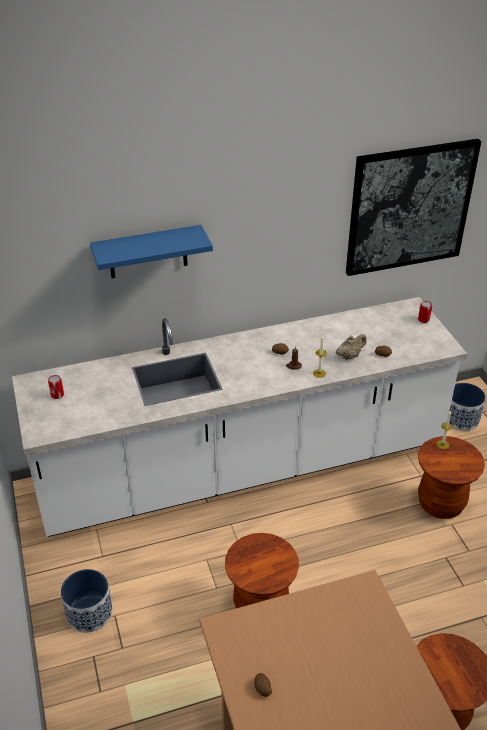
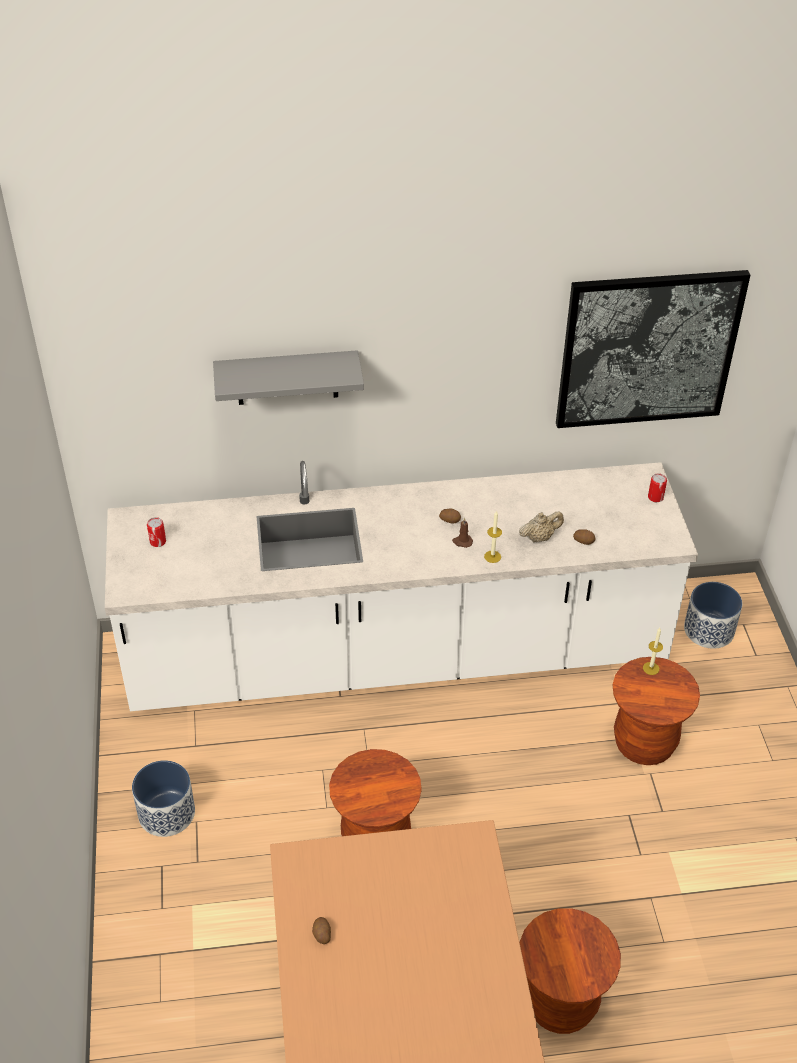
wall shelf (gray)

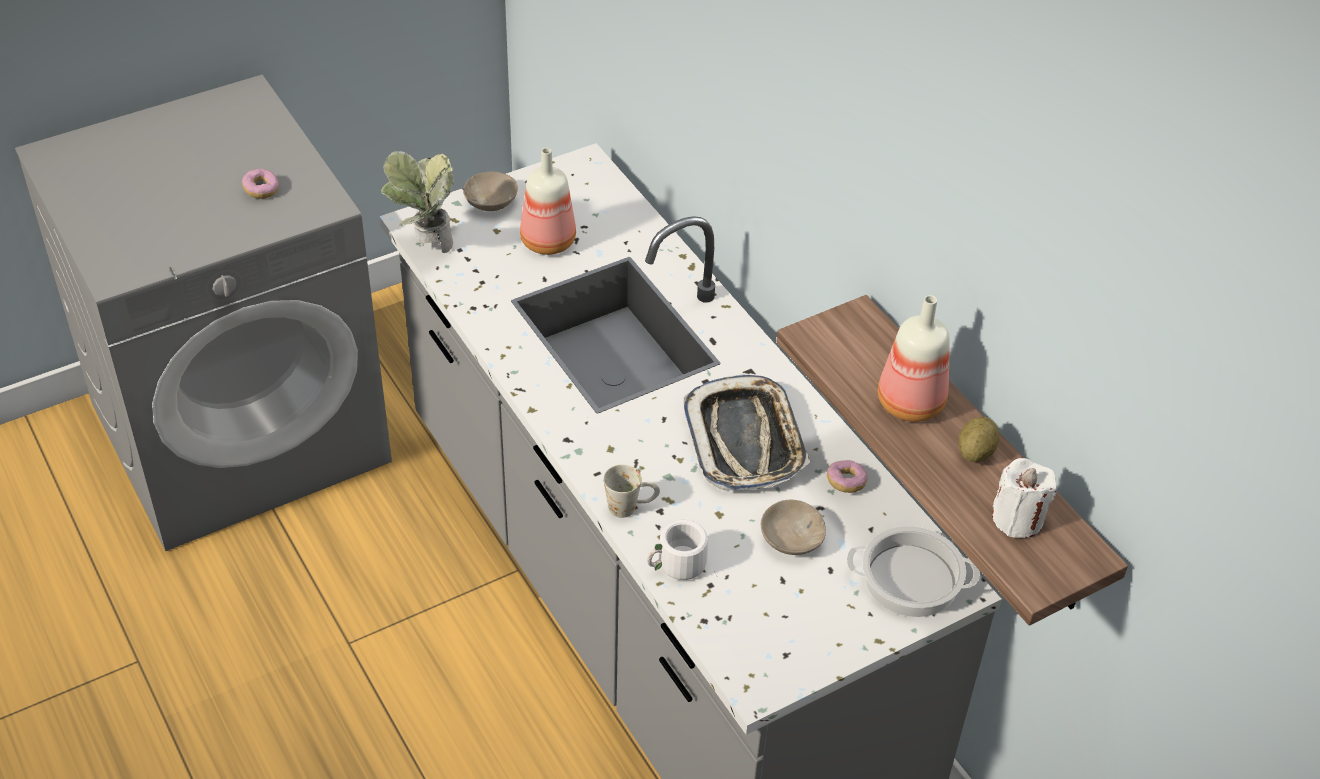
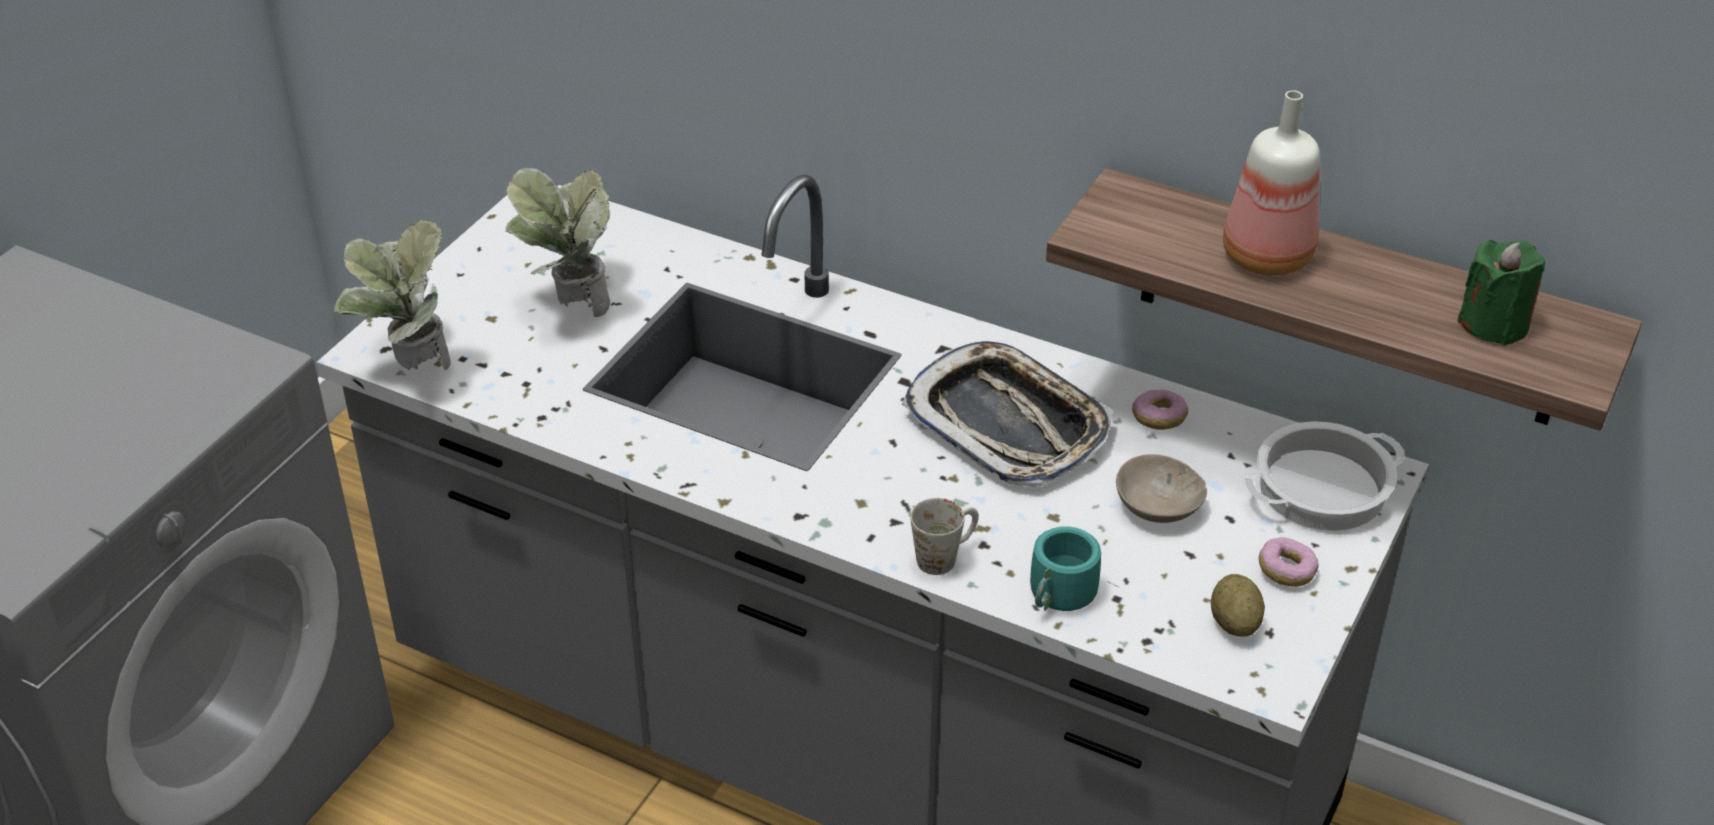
doughnut (2nd from left); deep dish (sand-coloured) (1st from left in the first image); houseplant (2nd from left); coffee mug (turquoise-coloured); whole potato; candle (green)

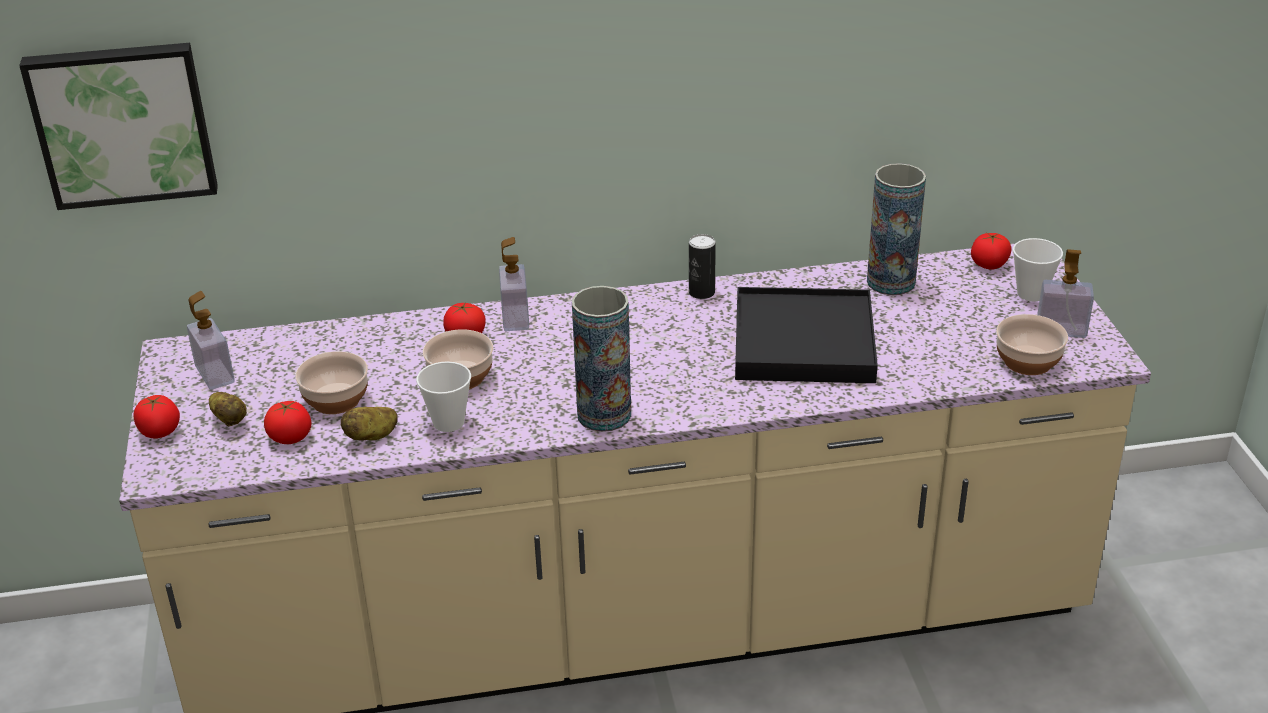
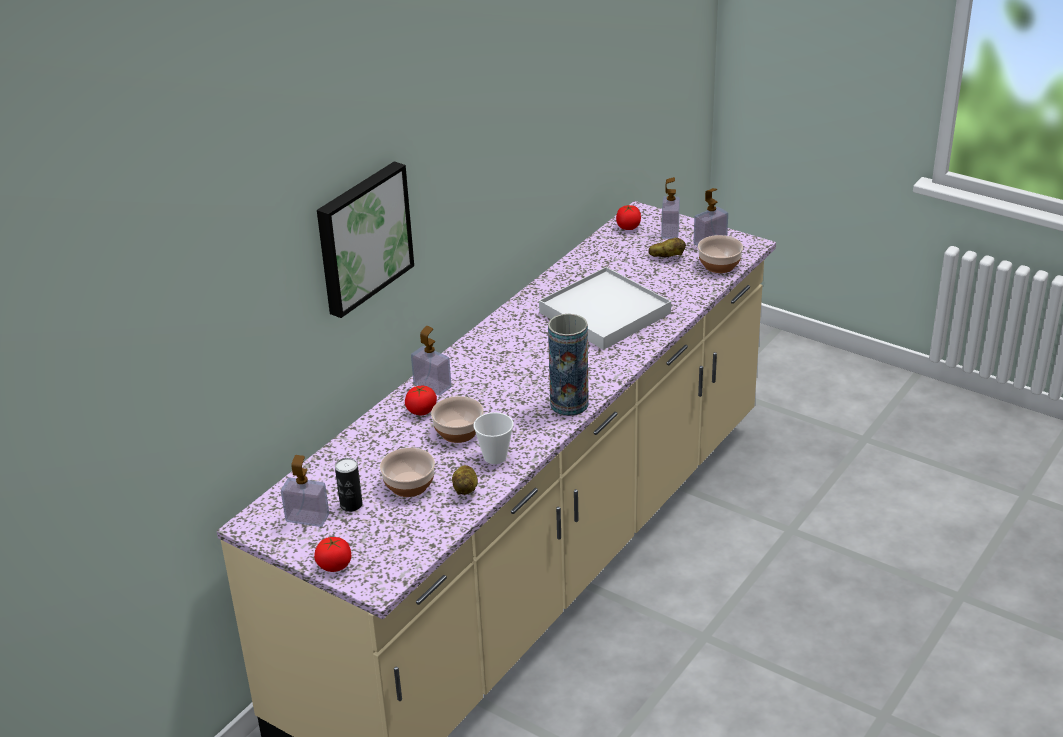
picture; whole potato (2nd from left); tomato (2nd from left in the first image); can; serving tray (white-coloured); decorative vase (2nd from left in the first image); liquid soap bottle (3rd from left)

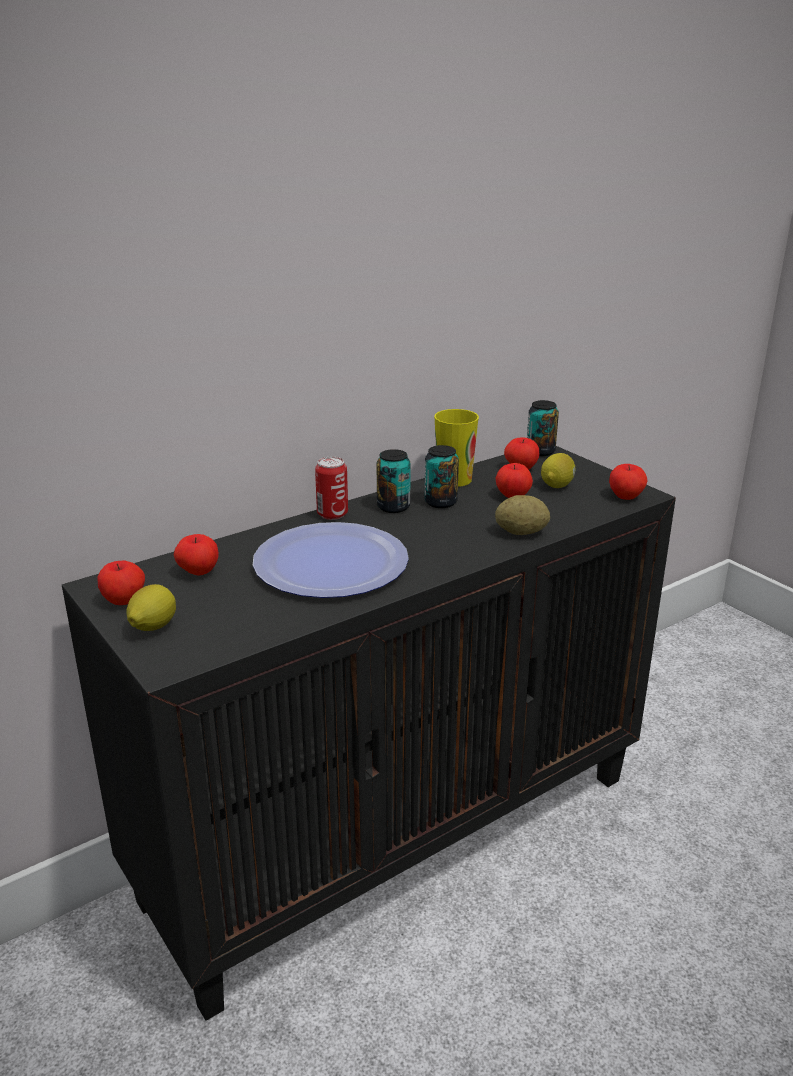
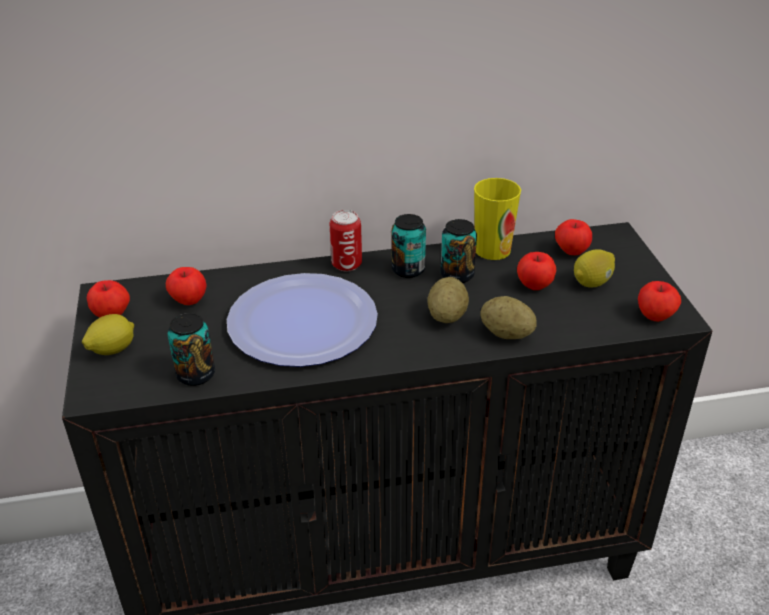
can (1st from left); whole potato (1st from left)

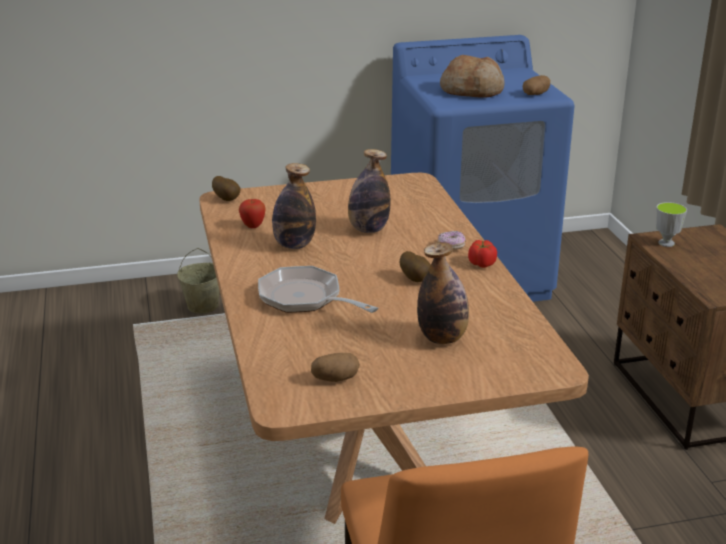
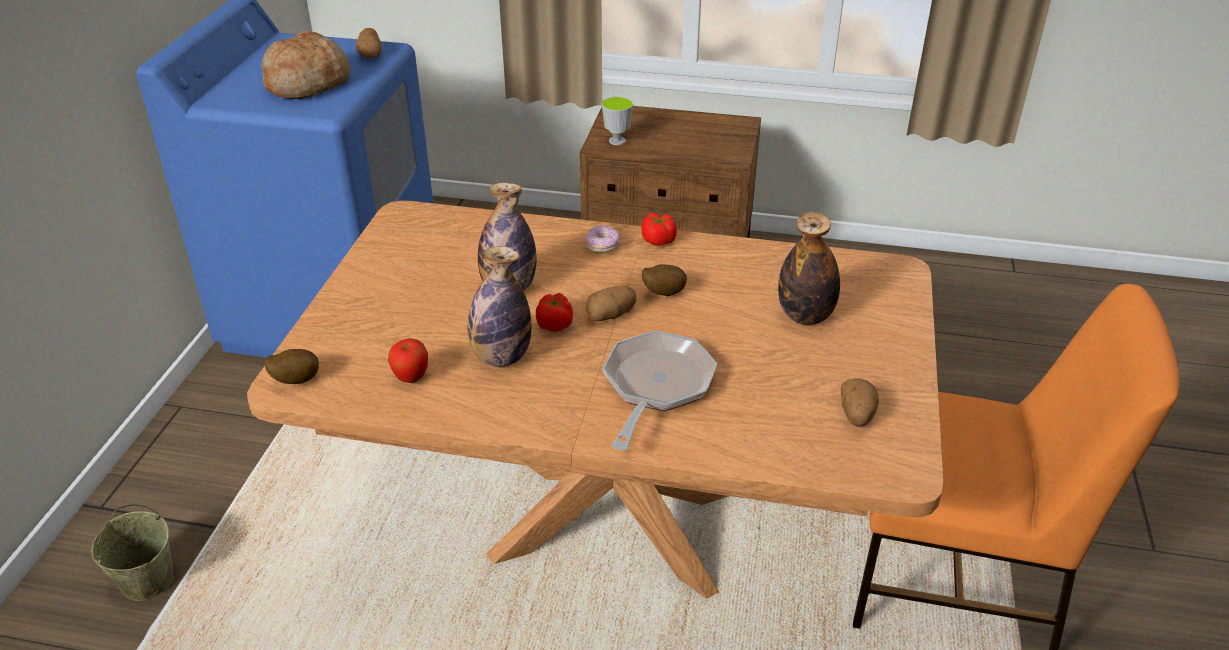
pan; tomato (1st from left); whole potato (3rd from left)

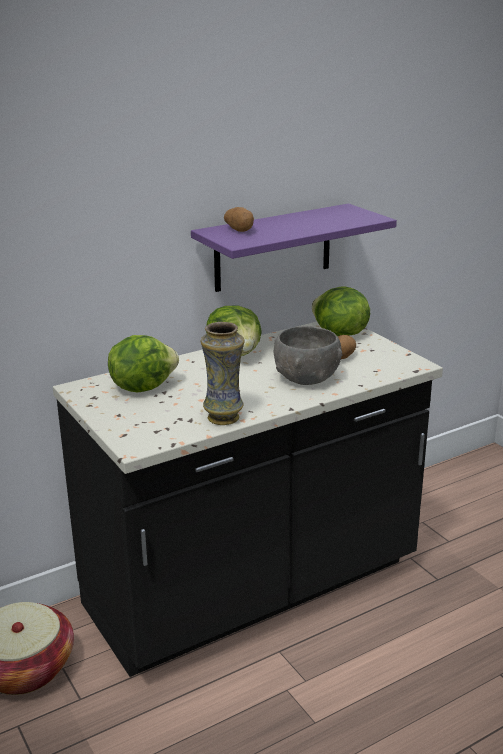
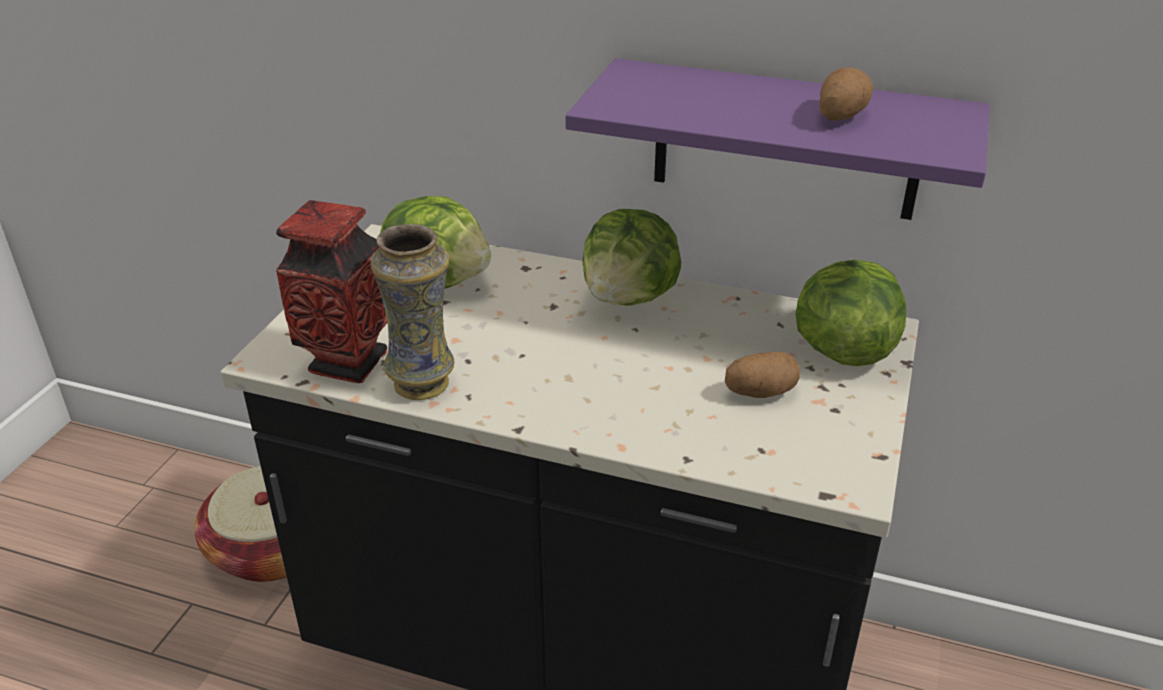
whole potato (2nd from left); deep dish (gray); decorative vase (1st from left)

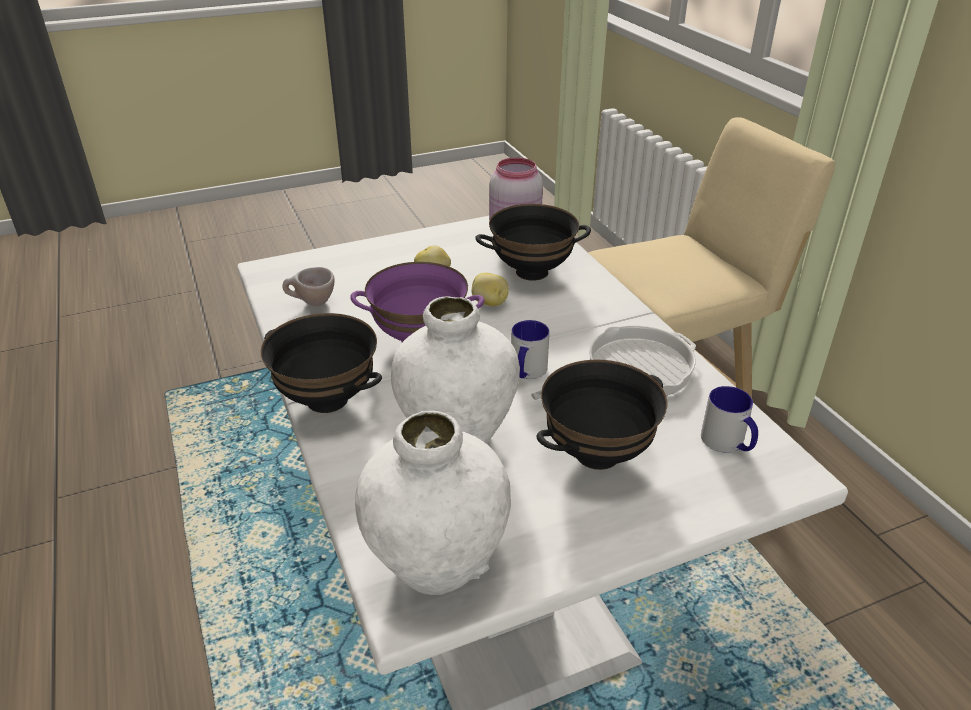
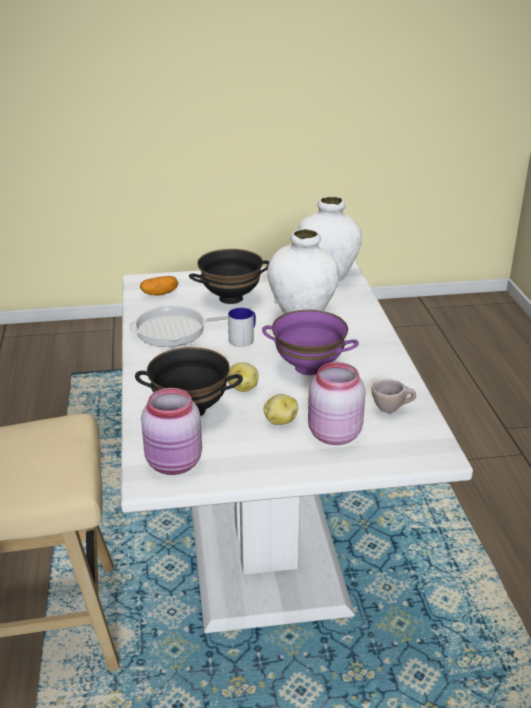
deep dish (blackish) (1st from left in the first image); whole potato (1st from left); preserve jar (pinkish) (2nd from left)

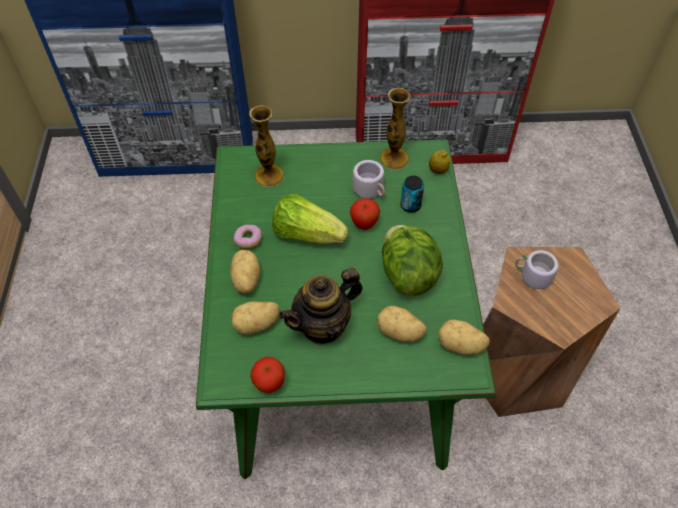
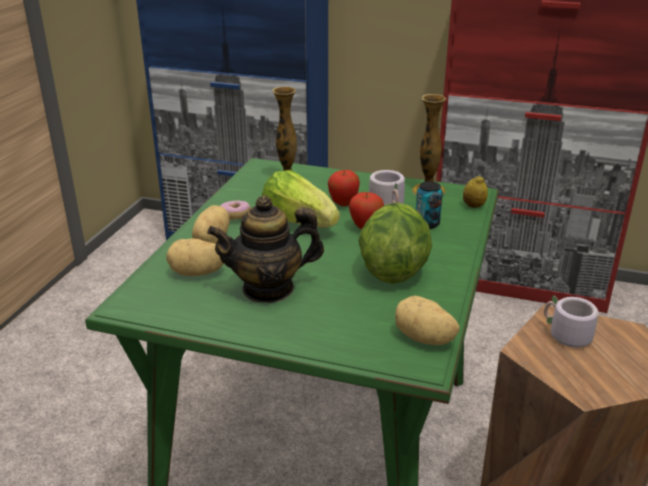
apple fruit (1st from left); whole potato (3rd from left in the first image)

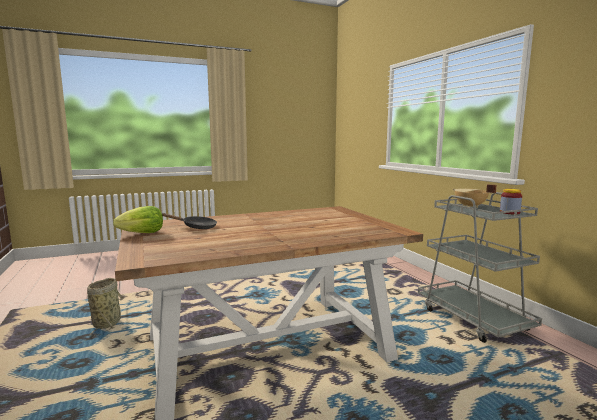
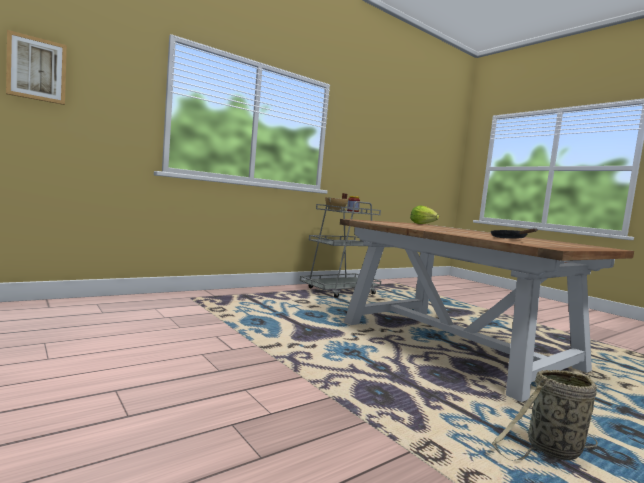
lettuce head; picture

